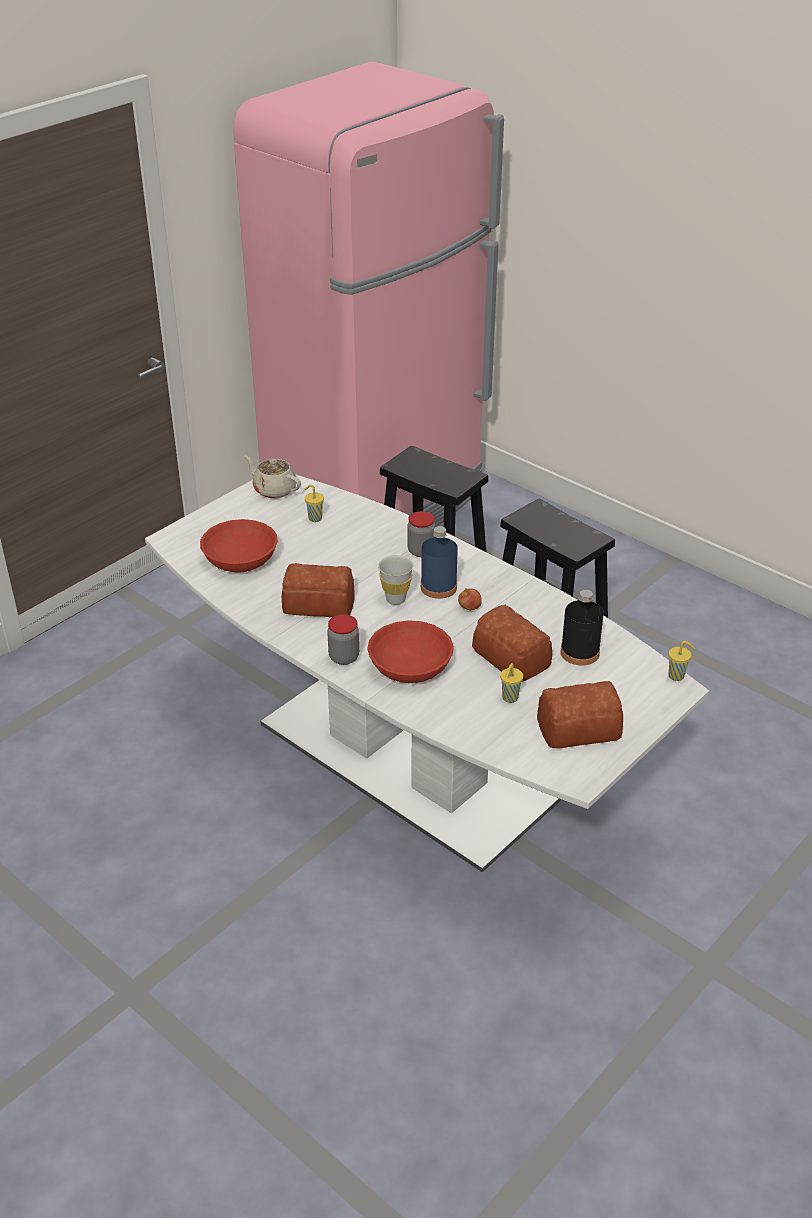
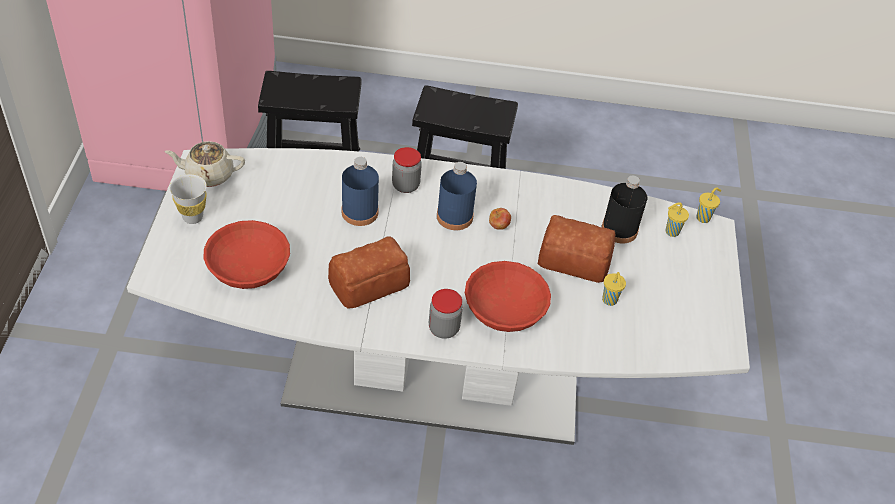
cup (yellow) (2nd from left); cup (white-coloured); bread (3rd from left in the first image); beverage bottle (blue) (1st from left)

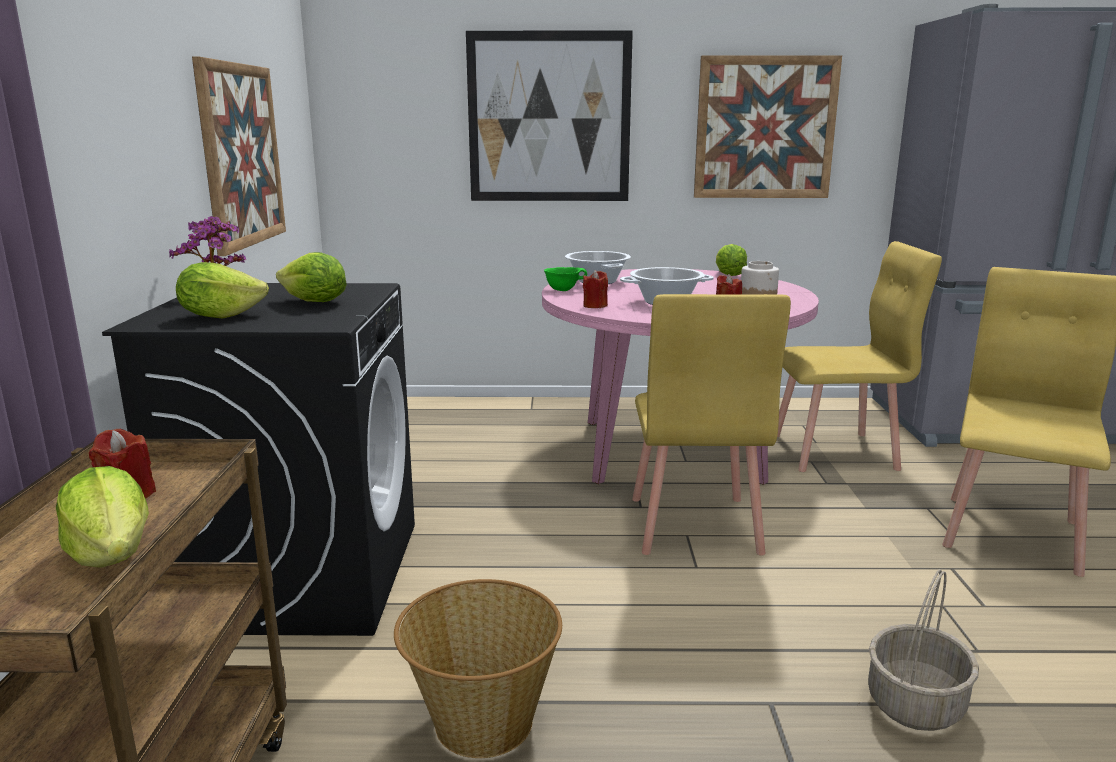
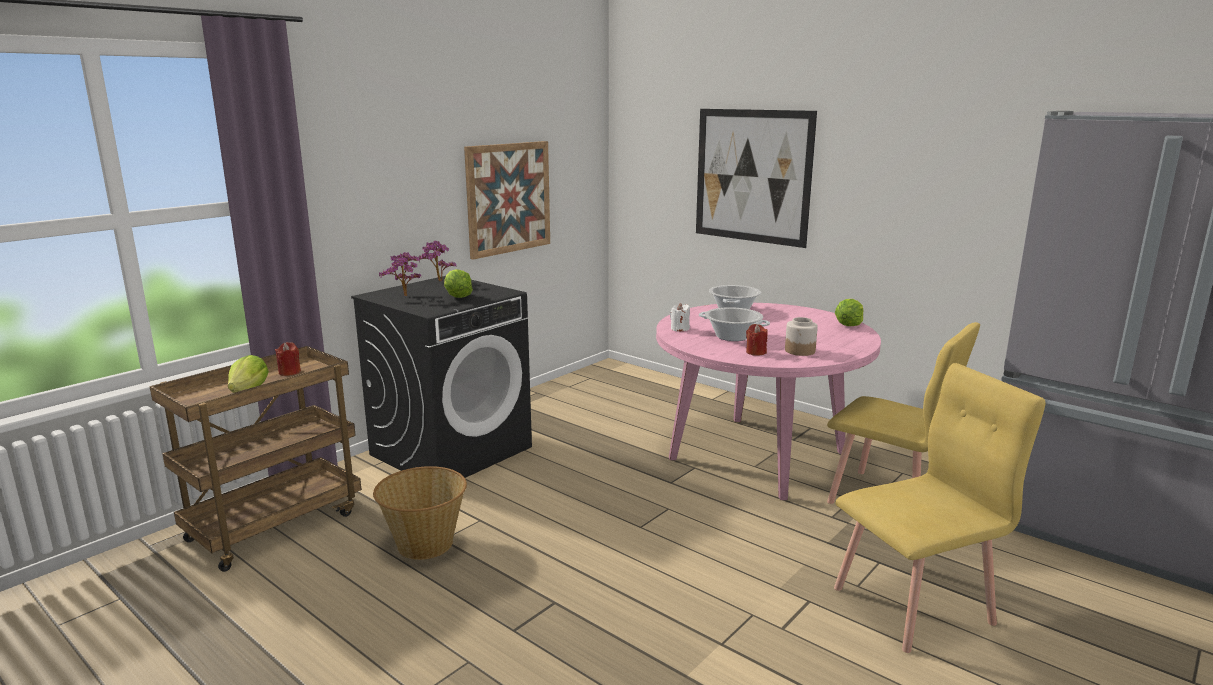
houseplant (1st from left); deep dish (green); candle (white-coloured); chair (yellow) (1st from left in the first image); picture (3rd from left in the first image); basket (2nd from left in the first image)

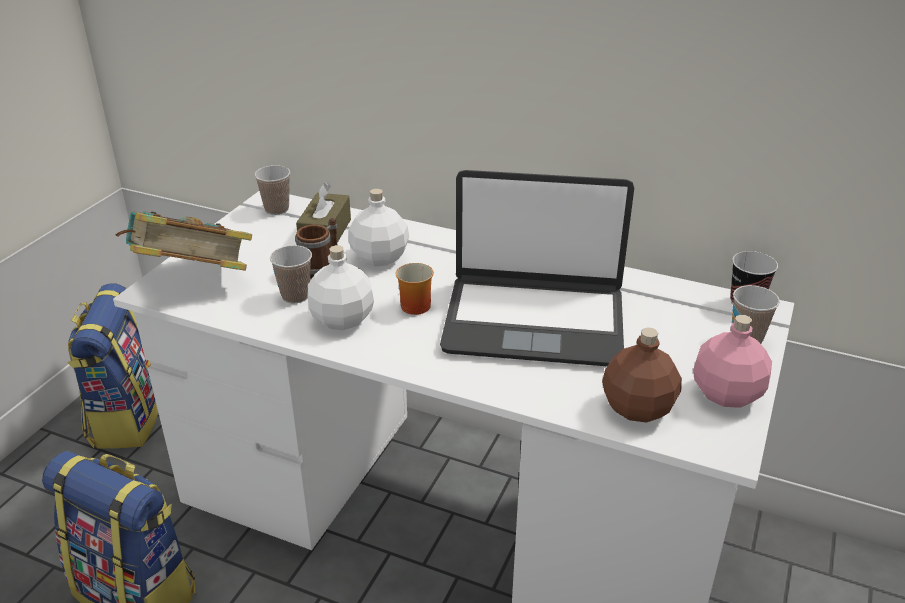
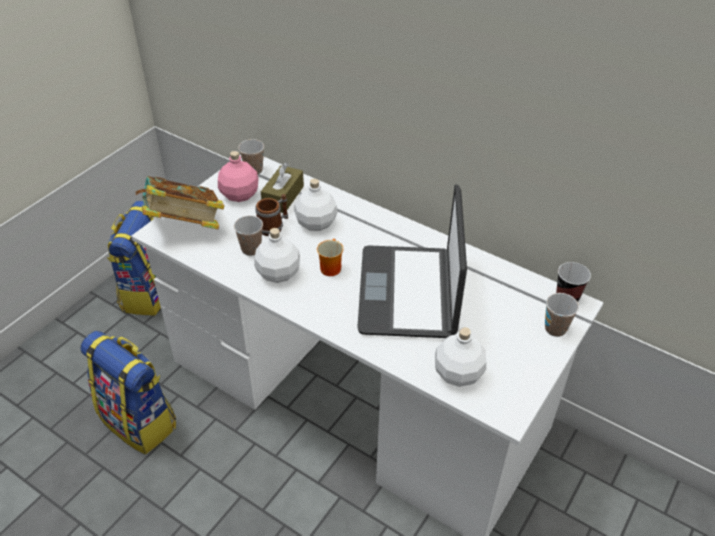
notebook computer; beverage bottle (white-coloured) (3rd from left); beverage bottle (pinkish)

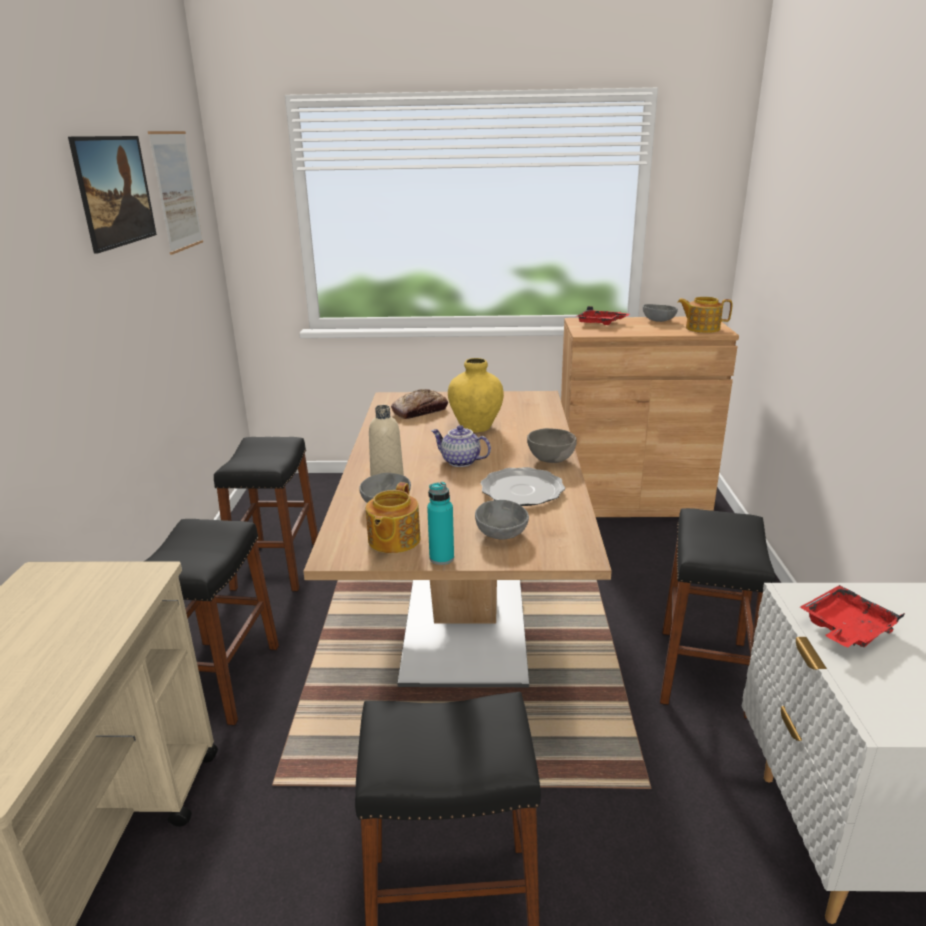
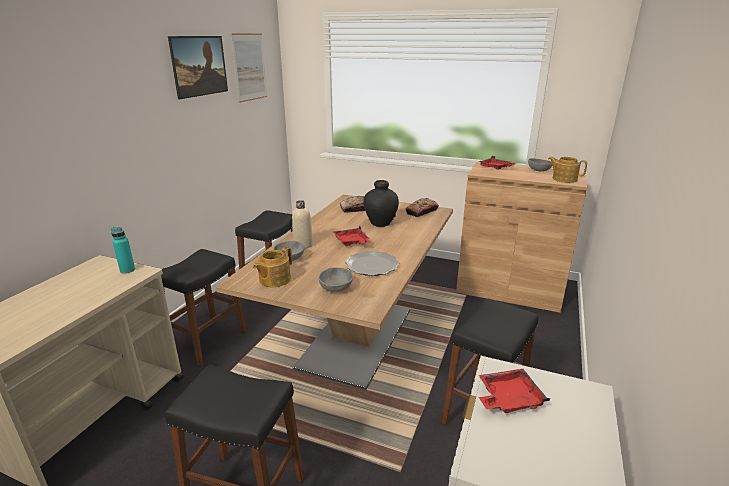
beverage bottle (turquoise-coloured); serving tray (red) (1st from left); decorative vase (blackish); deep dish (gray) (3rd from left in the first image); bread (2nd from left)

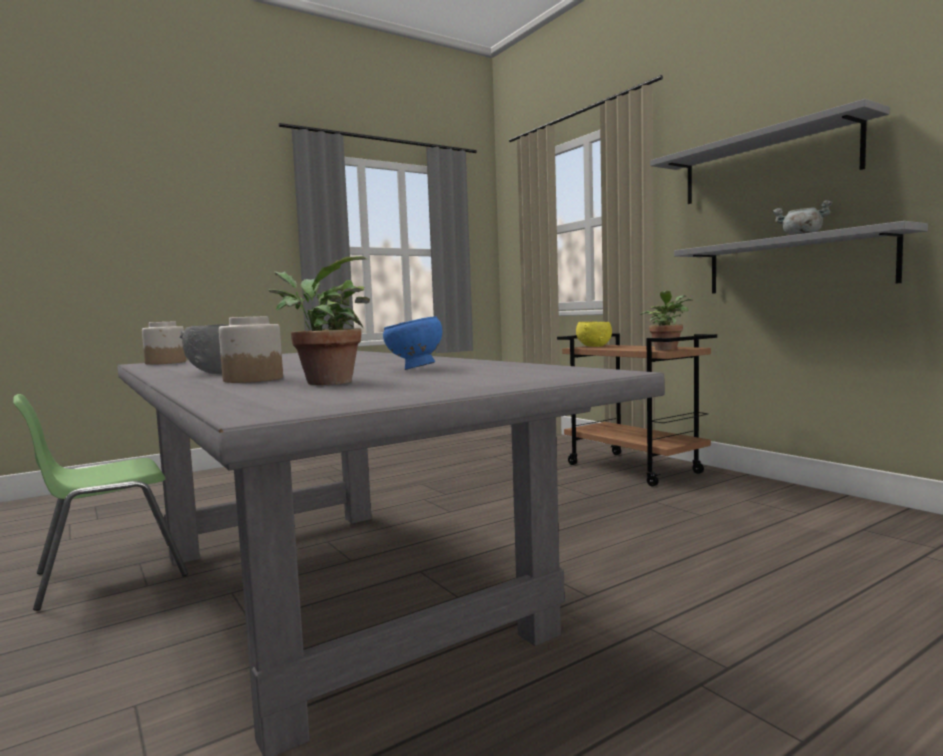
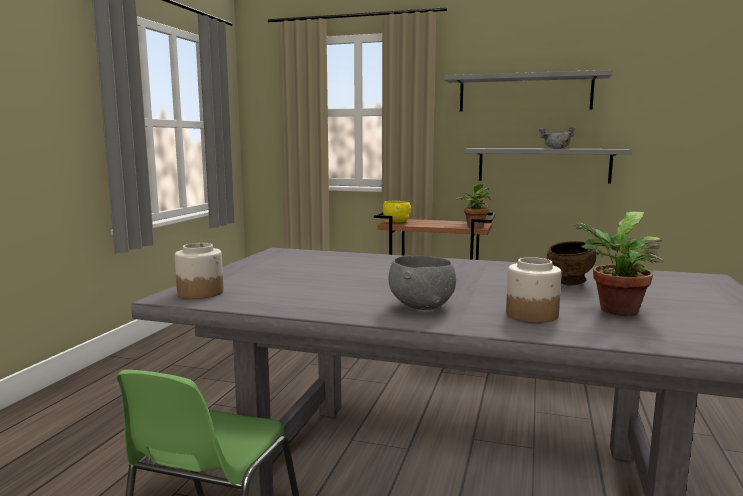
deep dish (brown-coloured)

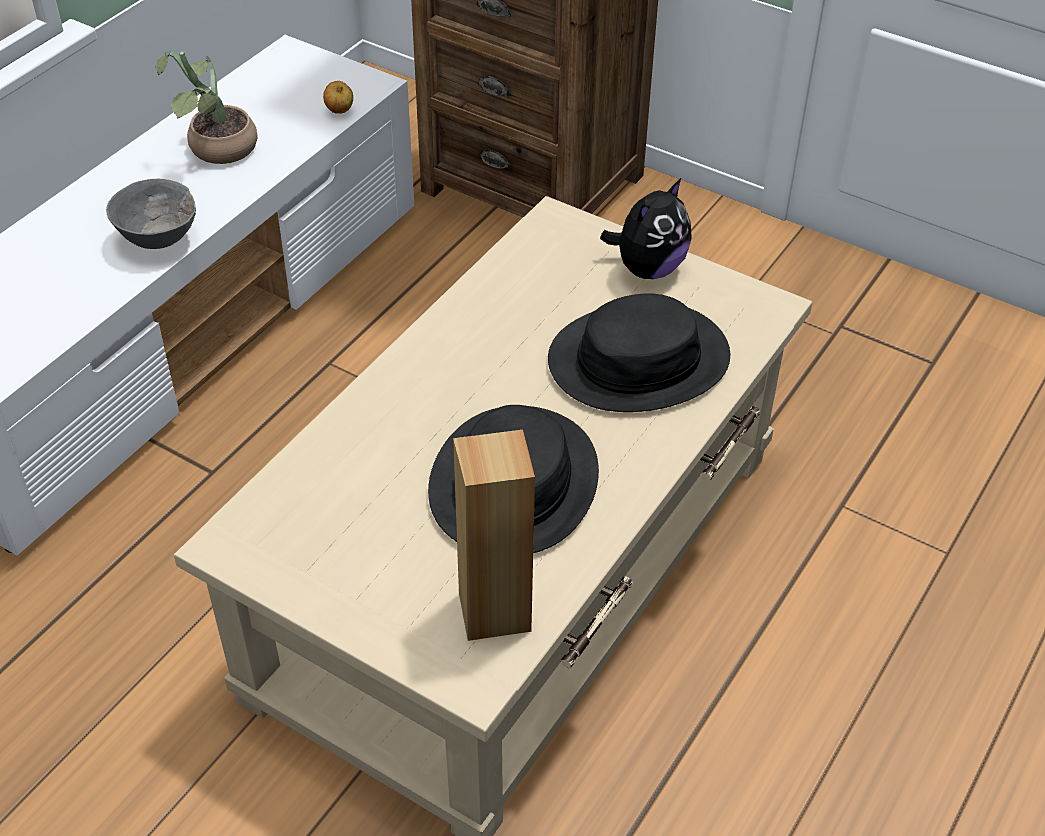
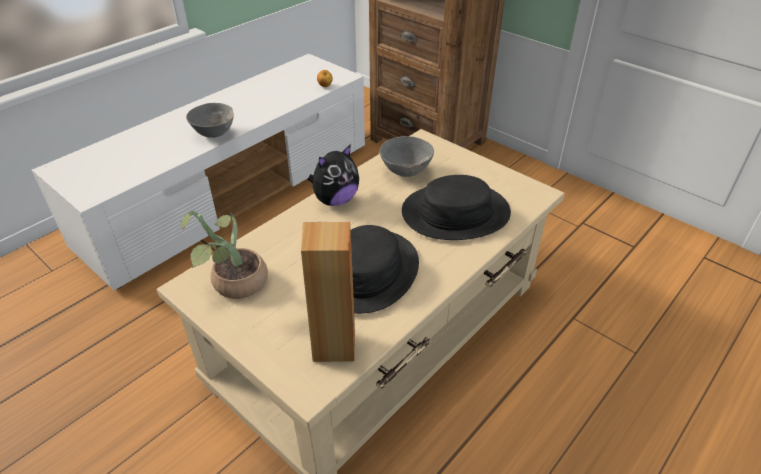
houseplant; plush toy; deep dish (gray) (2nd from left)

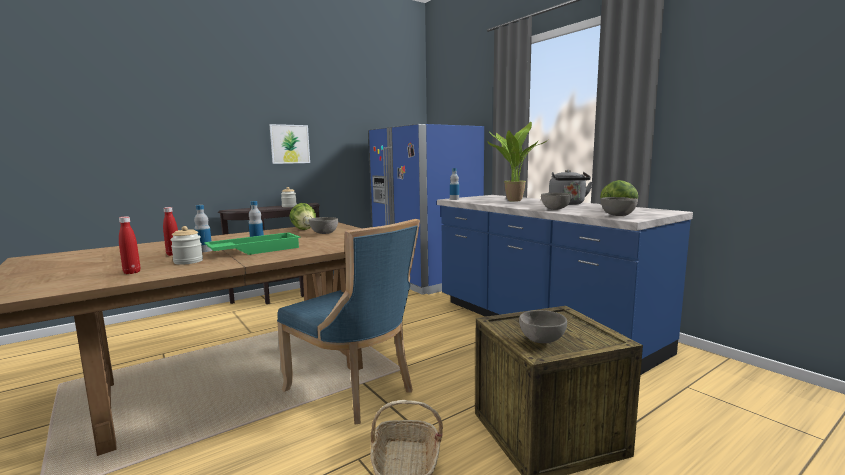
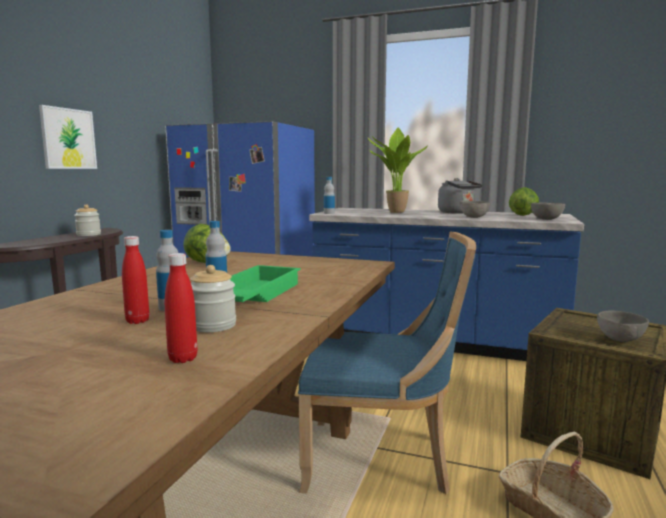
deep dish (gray) (1st from left in the first image)

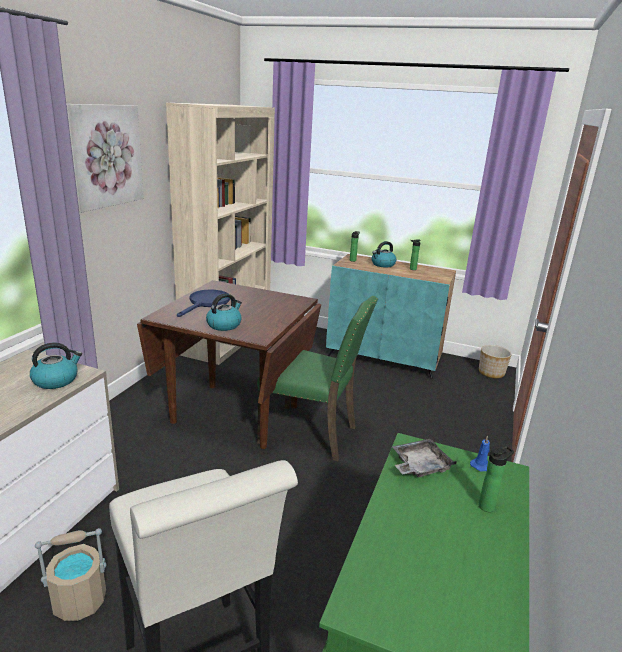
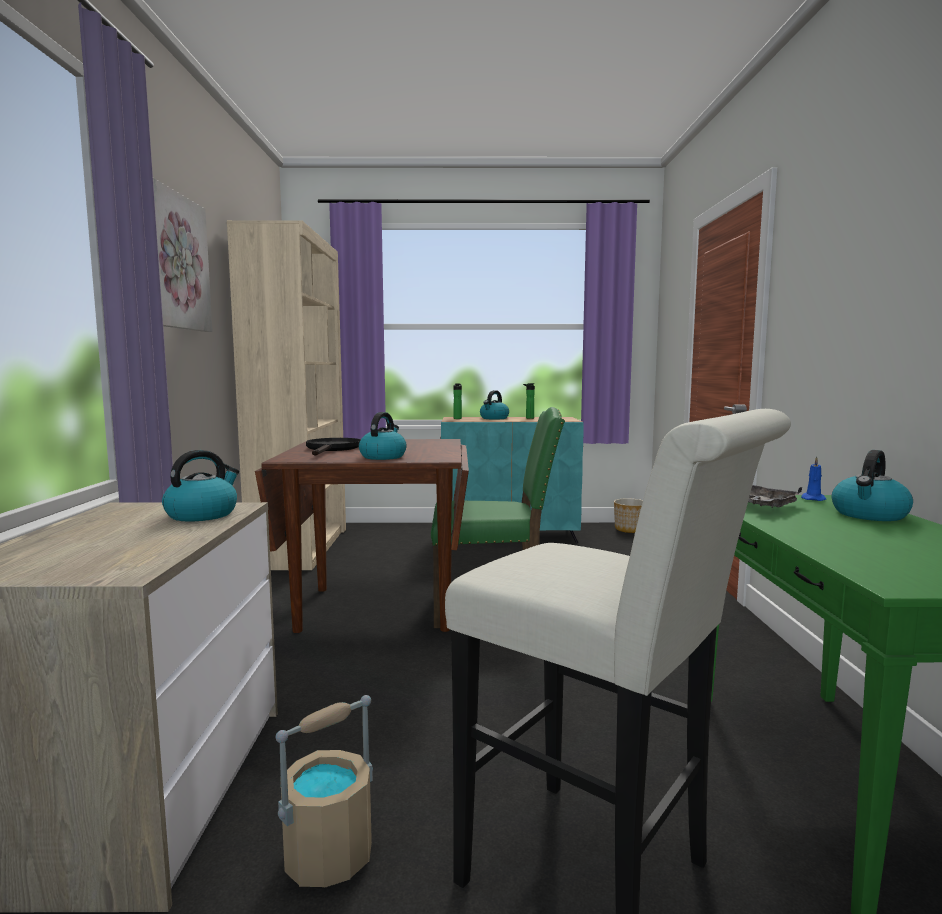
pan (blackish); water kettle (4th from left)

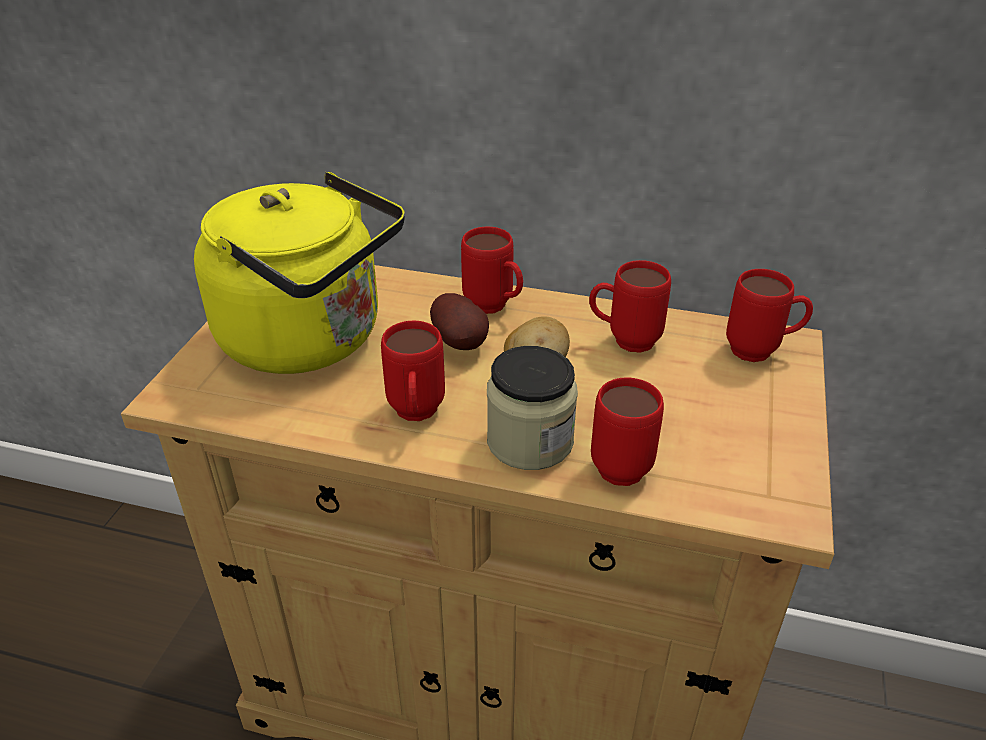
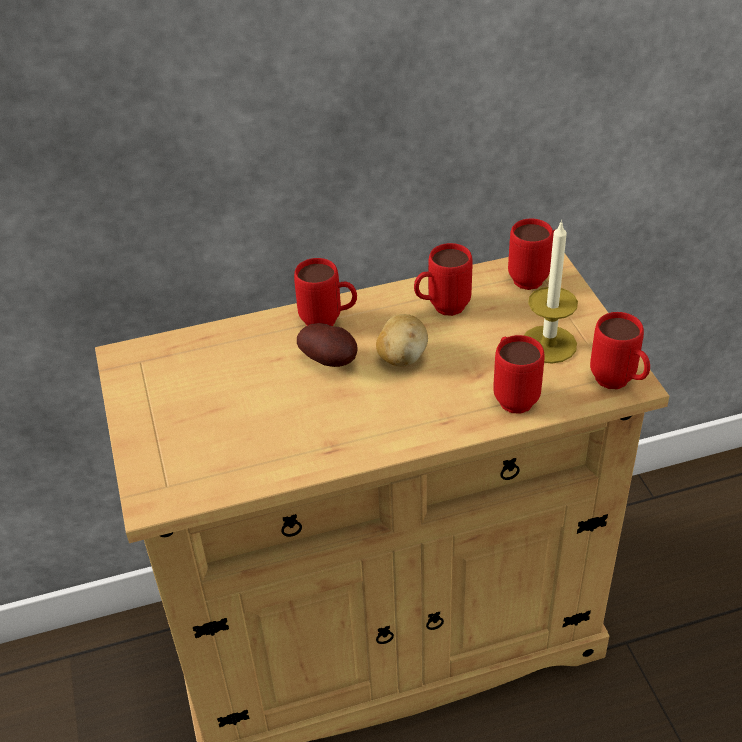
water kettle (yellow); coffee mug (red) (5th from left); preserve jar; candle

